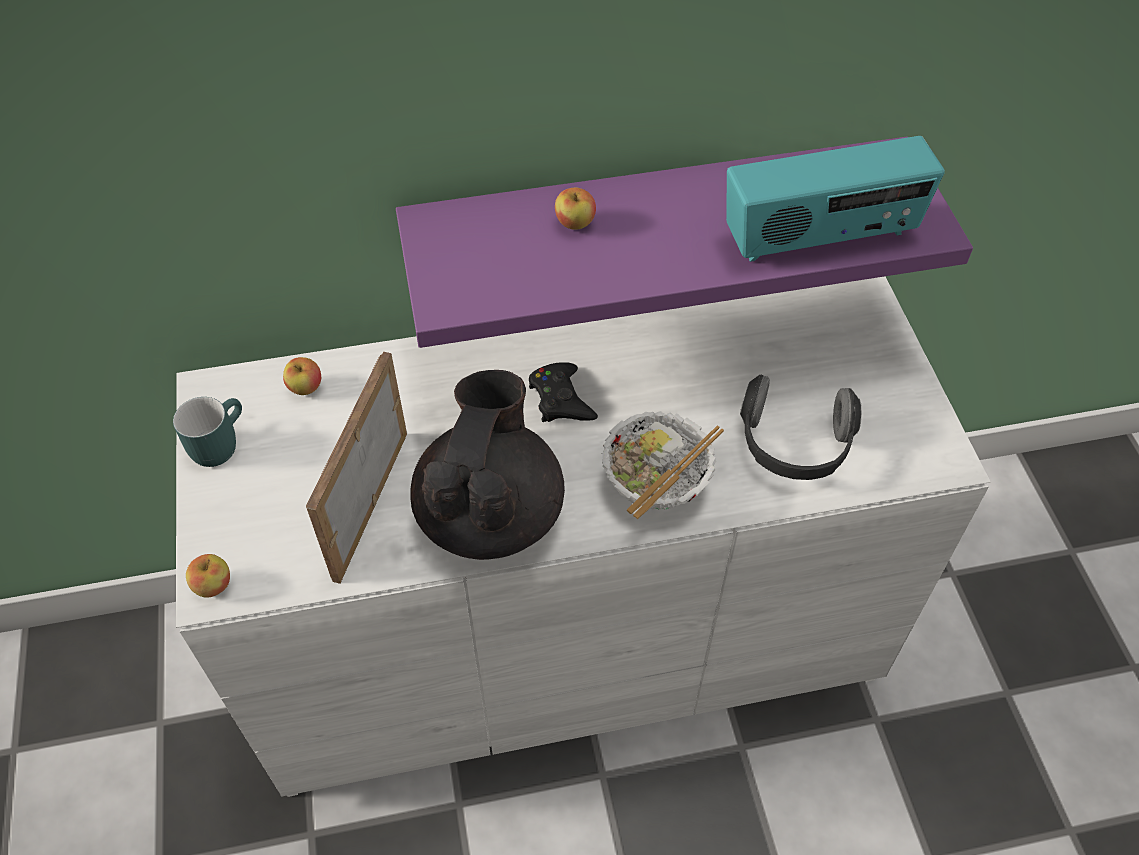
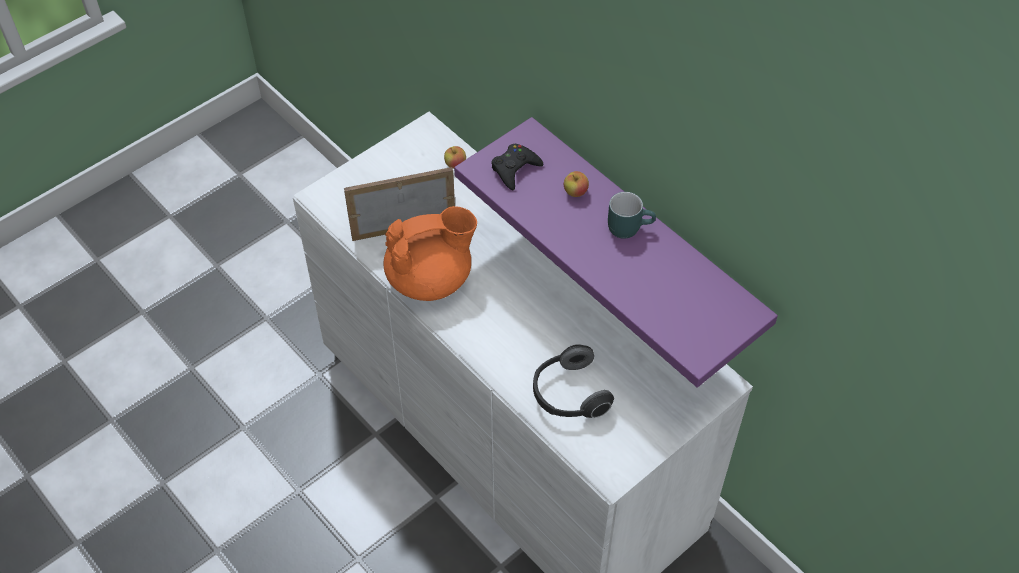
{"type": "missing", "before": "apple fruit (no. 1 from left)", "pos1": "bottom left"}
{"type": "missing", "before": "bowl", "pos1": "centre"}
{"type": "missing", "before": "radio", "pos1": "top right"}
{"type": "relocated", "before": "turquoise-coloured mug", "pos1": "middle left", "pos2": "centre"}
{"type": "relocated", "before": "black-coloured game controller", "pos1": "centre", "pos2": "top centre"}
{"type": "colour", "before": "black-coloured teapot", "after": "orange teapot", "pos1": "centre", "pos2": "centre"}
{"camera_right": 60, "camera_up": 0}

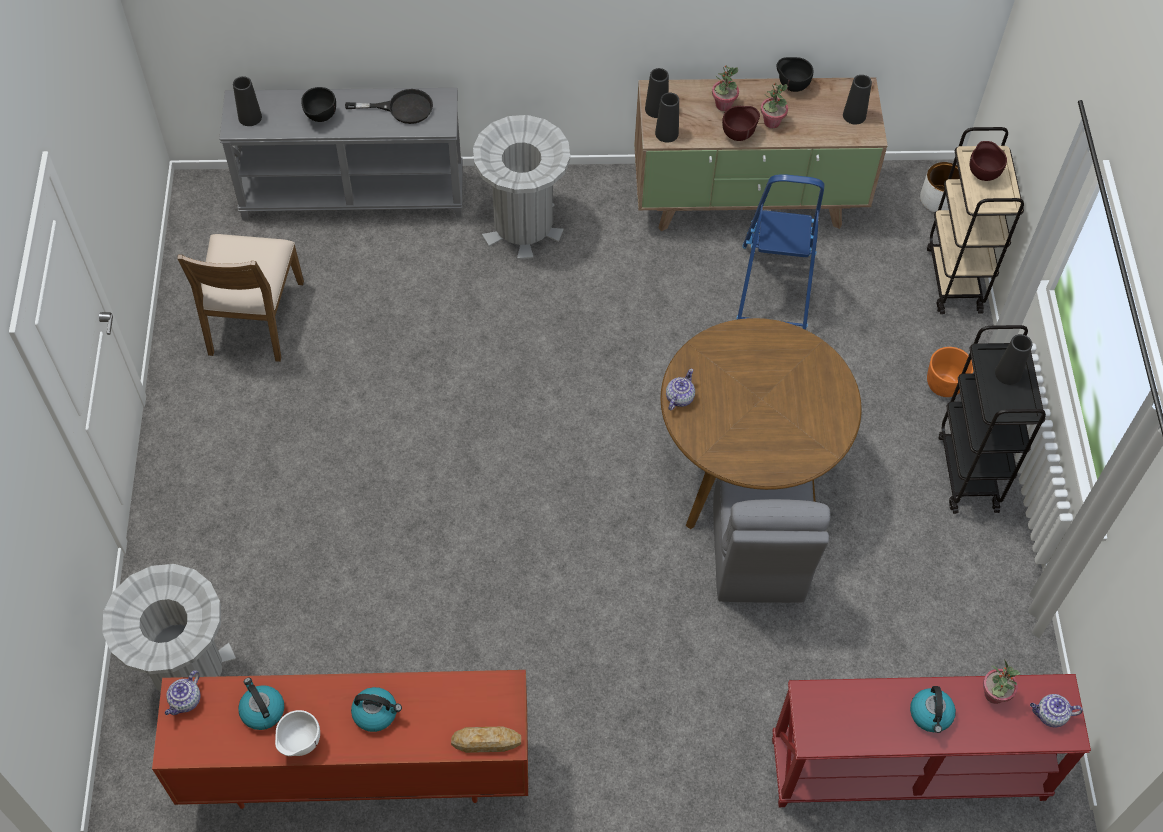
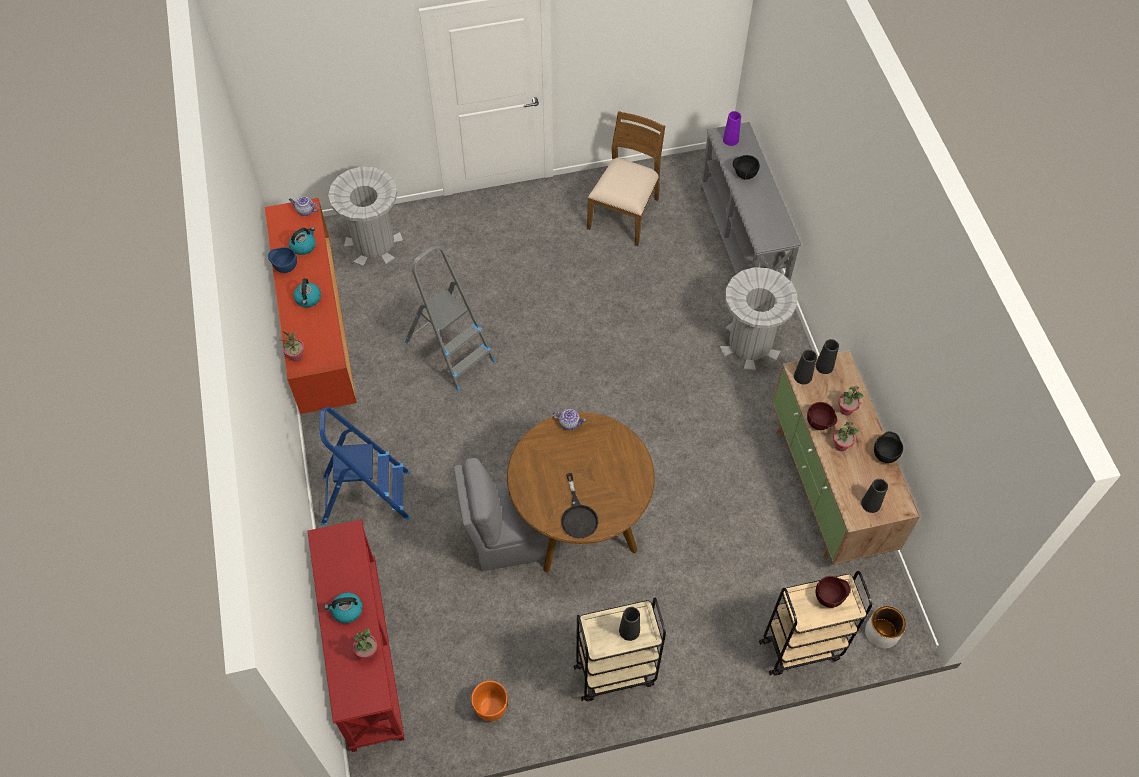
{"type": "missing", "before": "teapot (no. 3 from left)", "pos1": "bottom right"}
{"type": "appeared", "after": "greyish step ladder", "pos2": "centre"}
{"type": "relocated", "before": "black-coloured frying pan", "pos1": "top centre", "pos2": "centre"}
{"type": "relocated", "before": "blue step ladder", "pos1": "top right", "pos2": "middle left"}
{"type": "relocated", "before": "orange flower pot", "pos1": "middle right", "pos2": "bottom centre"}
{"type": "exchanged", "before": "bakery bread", "after": "houseplant (no. 1 from left)", "pos1": "bottom centre", "pos2": "middle left"}
{"type": "colour", "before": "black-coloured decorative vase (no. 1 from left)", "after": "purple decorative vase", "pos1": "top left", "pos2": "top centre"}
{"type": "colour", "before": "white-coloured bowl", "after": "blue bowl", "pos1": "bottom left", "pos2": "middle left"}
{"type": "colour", "before": "black-coloured trolley", "after": "beige trolley (no. 1 from left)", "pos1": "middle right", "pos2": "bottom centre"}
{"type": "spun", "before": "brown-coloured upright chair", "pos1": "middle left", "pos2": "top centre", "turn": 120}
{"camera_right": 80, "camera_up": 0}

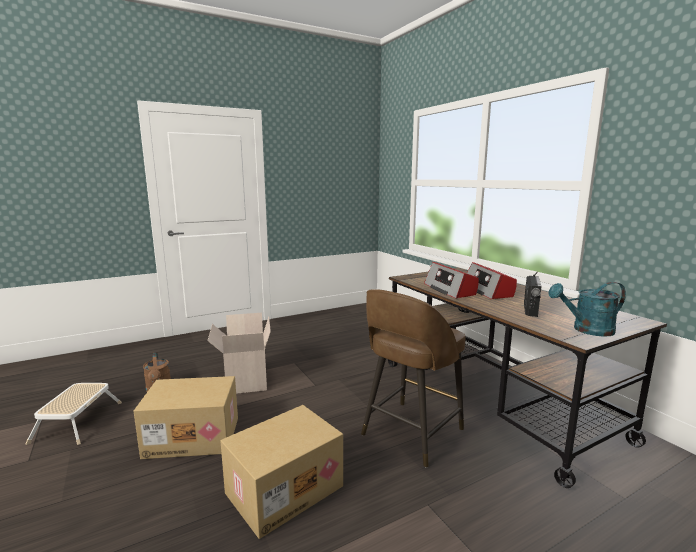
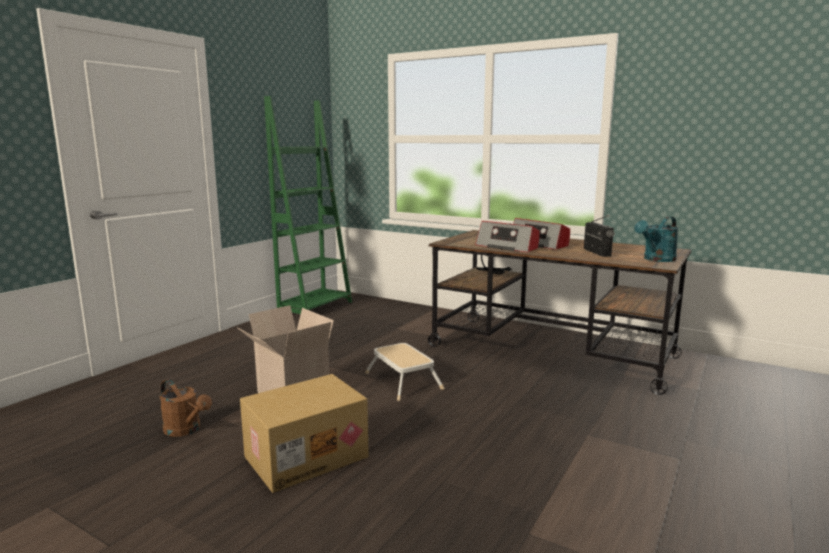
{"type": "missing", "before": "carton (no. 3 from left)", "pos1": "bottom centre"}
{"type": "missing", "before": "brown-coloured stool", "pos1": "bottom centre"}
{"type": "appeared", "after": "green bookshelf", "pos2": "centre"}
{"type": "relocated", "before": "beige step ladder", "pos1": "bottom left", "pos2": "bottom centre"}
{"camera_right": -30, "camera_up": 0}

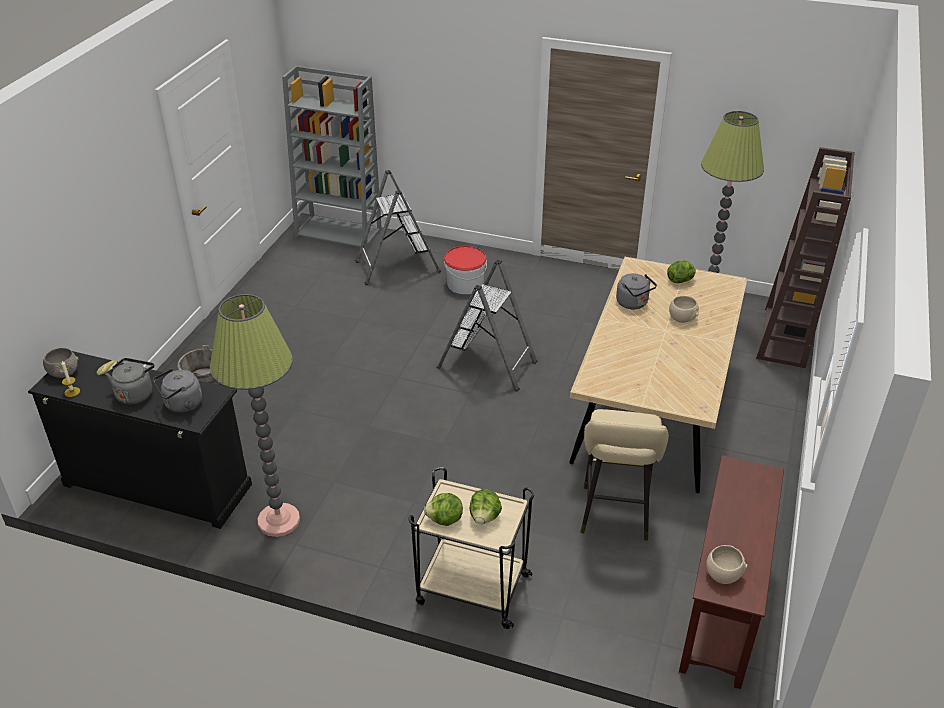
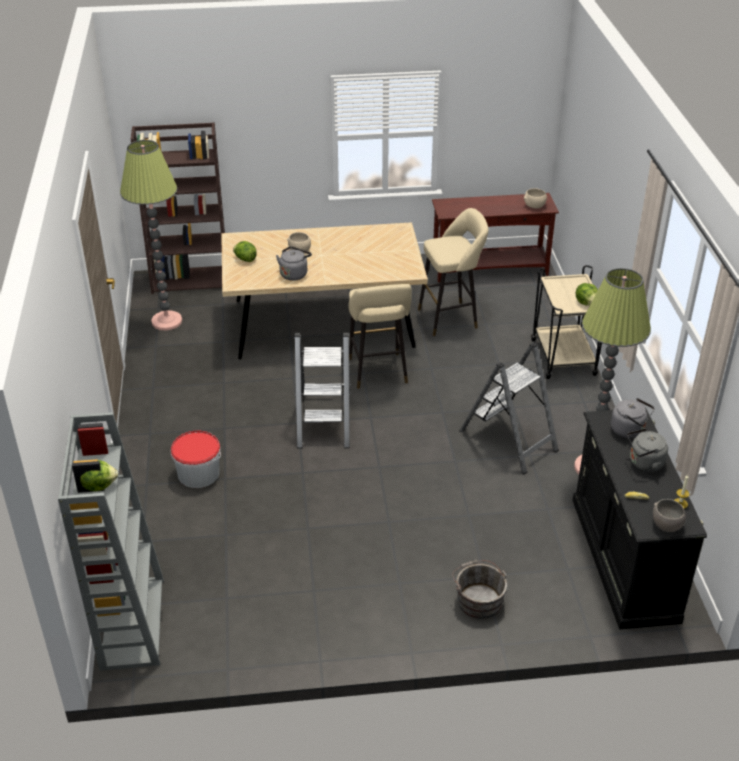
{"type": "appeared", "after": "beige stool (no. 1 from left)", "pos2": "centre"}
{"type": "relocated", "before": "greyish step ladder (no. 1 from left in the first image)", "after": "greyish step ladder (no. 2 from left)", "pos1": "top centre", "pos2": "middle right"}
{"type": "relocated", "before": "lettuce head (no. 2 from left in the first image)", "after": "lettuce head (no. 1 from left)", "pos1": "bottom centre", "pos2": "middle left"}
{"camera_right": -115, "camera_up": 0}

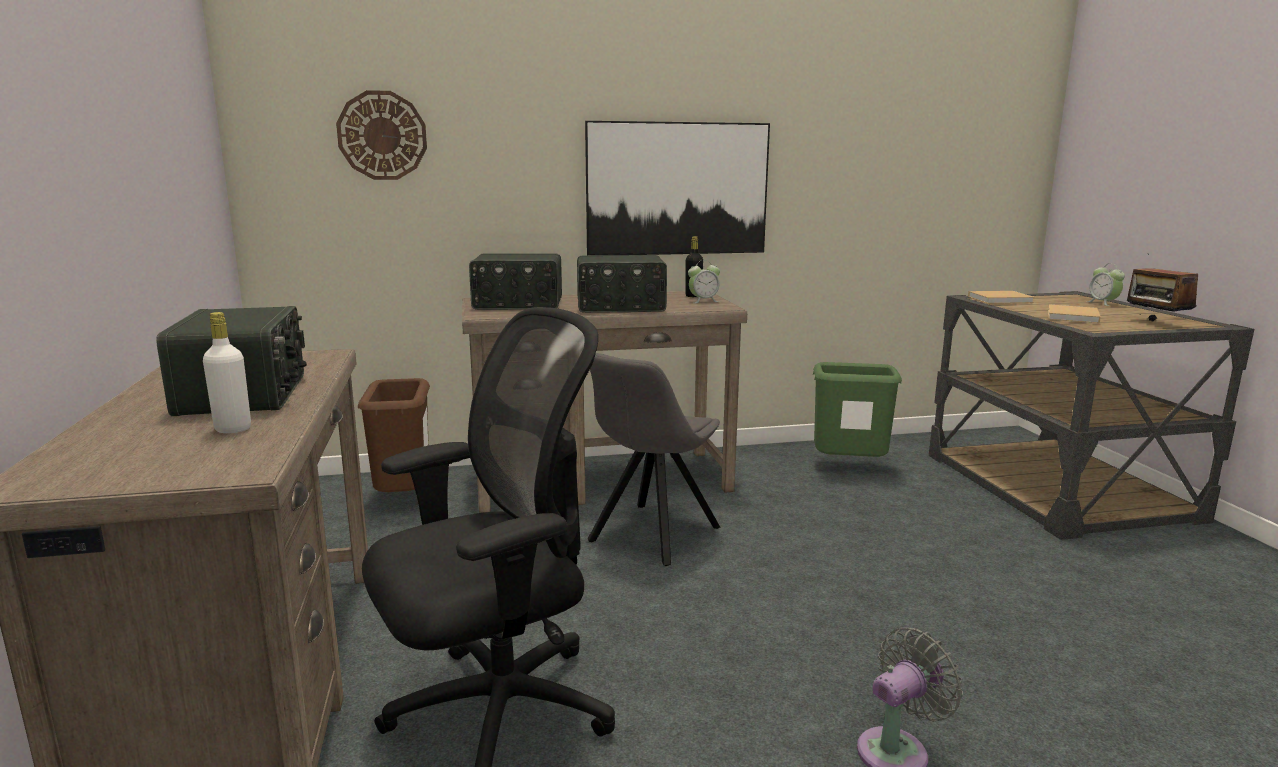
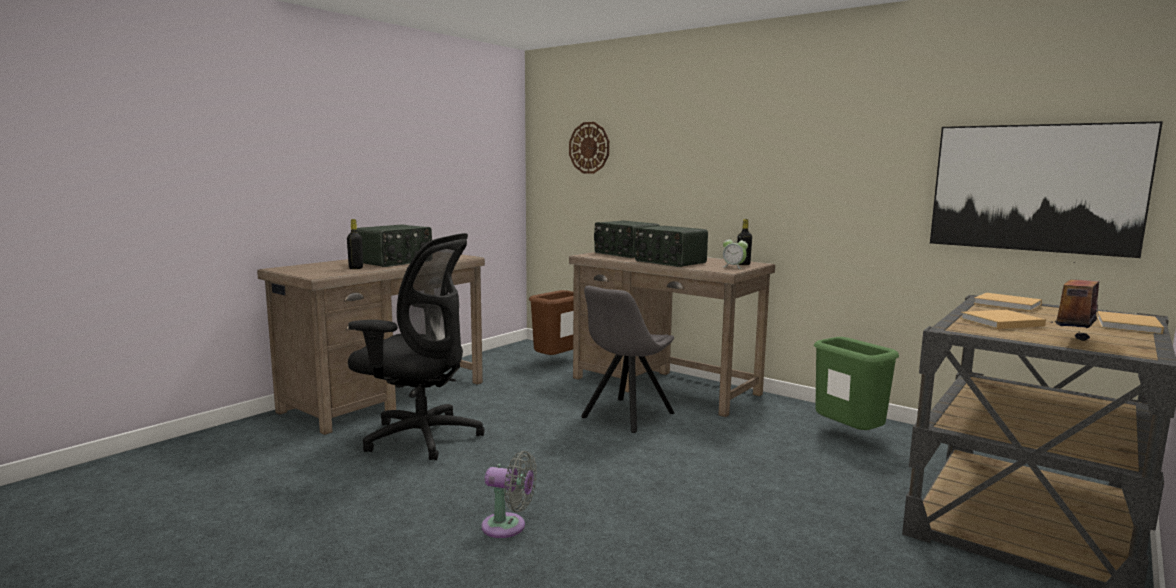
{"type": "relocated", "before": "picture", "pos1": "top centre", "pos2": "top right"}
{"type": "exchanged", "before": "table clock (no. 2 from left)", "after": "beige volume (no. 3 from left)", "pos1": "middle right", "pos2": "middle right"}
{"type": "colour", "before": "white-coloured beverage bottle", "after": "black-coloured beverage bottle (no. 1 from left)", "pos1": "middle left", "pos2": "middle left"}
{"type": "spun", "before": "greyish upright chair", "pos1": "centre", "pos2": "centre", "turn": -45}
{"camera_right": 50, "camera_up": -5}

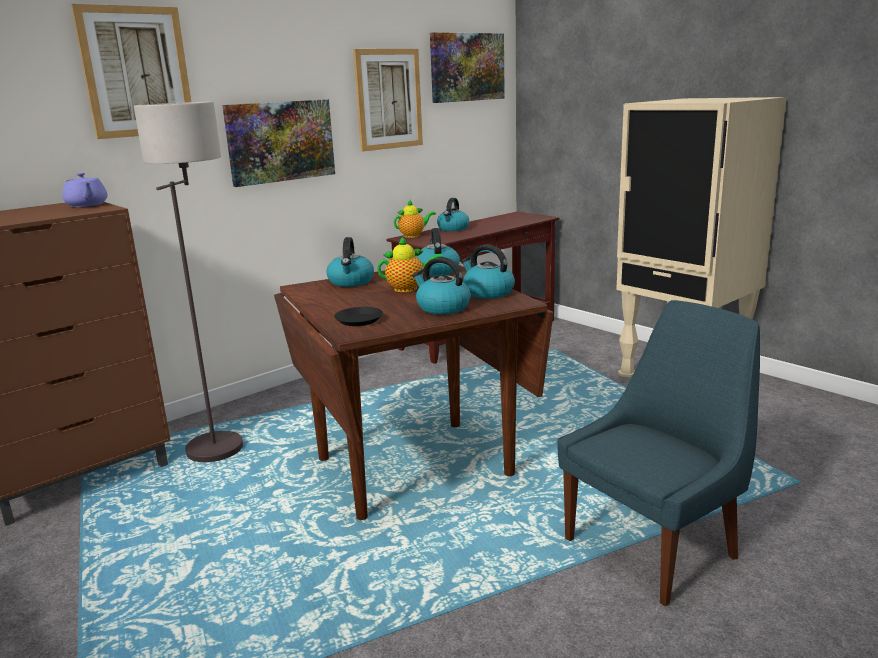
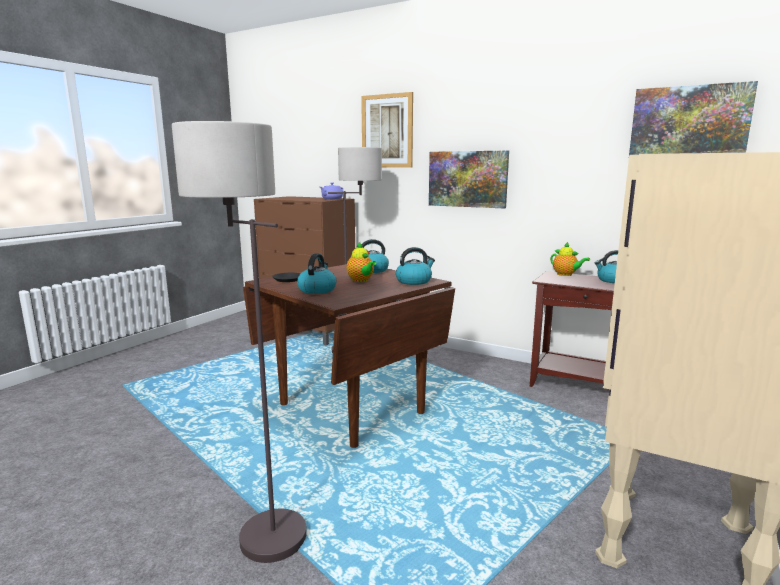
{"type": "missing", "before": "picture (no. 3 from left)", "pos1": "top centre"}
{"type": "missing", "before": "kettle (no. 5 from left)", "pos1": "centre"}
{"type": "exchanged", "before": "blue upright chair", "after": "greyish standard lamp (no. 1 from left)", "pos1": "bottom right", "pos2": "middle left"}
{"camera_right": 70, "camera_up": -5}

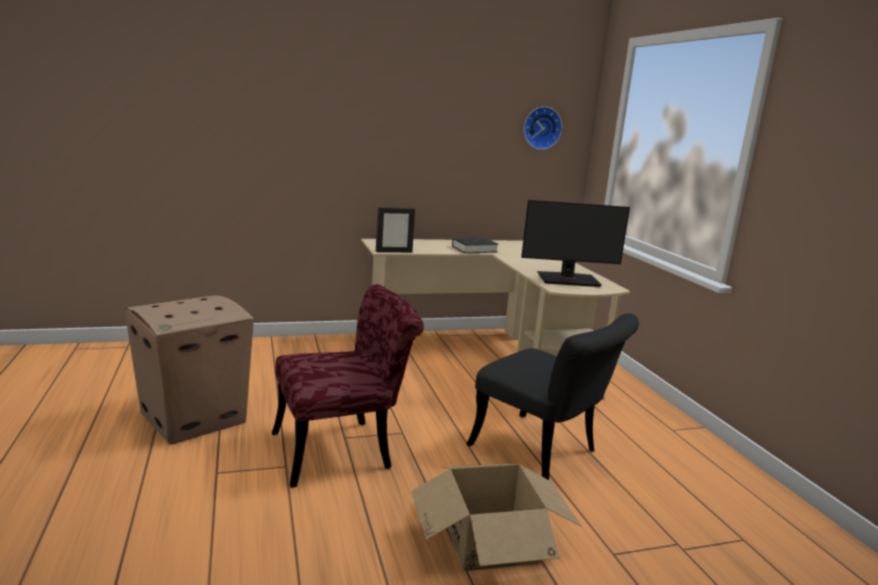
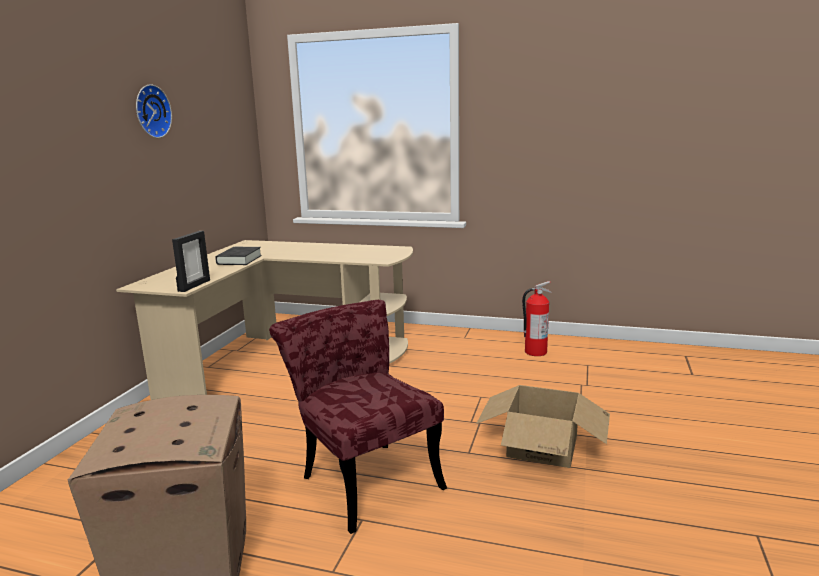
{"type": "missing", "before": "black-coloured upright chair", "pos1": "bottom centre"}
{"type": "missing", "before": "computer screen", "pos1": "centre"}
{"type": "appeared", "after": "extinguisher", "pos2": "centre"}
{"type": "relocated", "before": "hanging clock", "pos1": "top centre", "pos2": "top left"}
{"type": "spun", "before": "red upright chair", "pos1": "centre", "pos2": "bottom centre", "turn": -45}
{"camera_right": -55, "camera_up": 0}

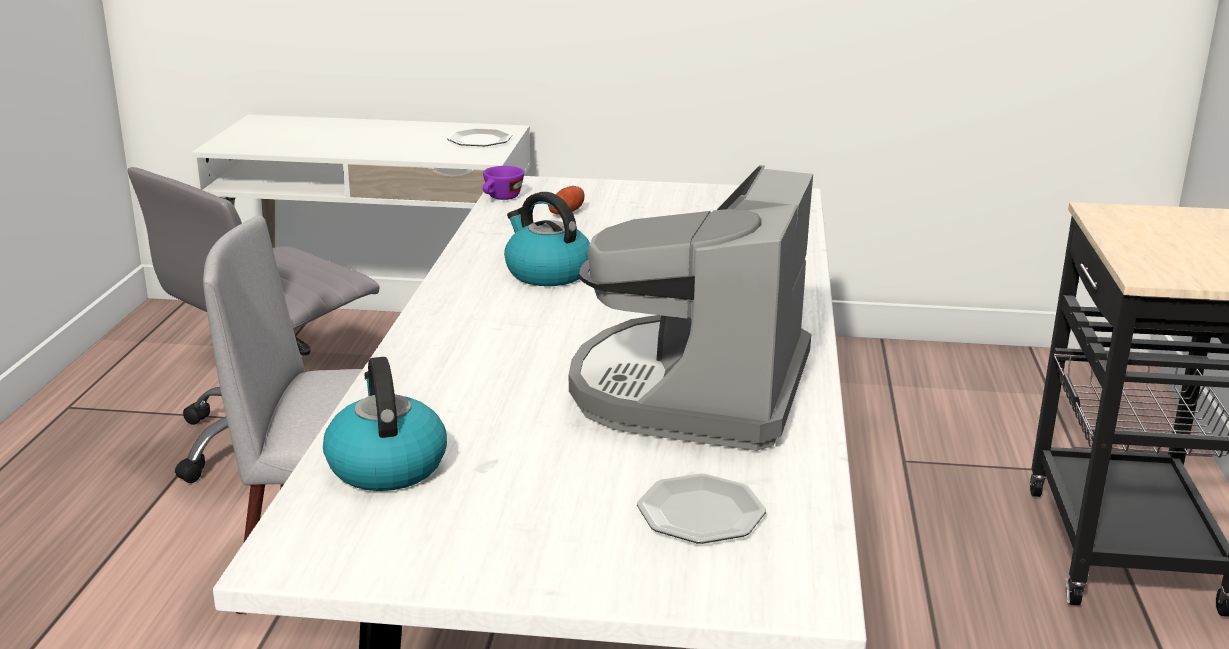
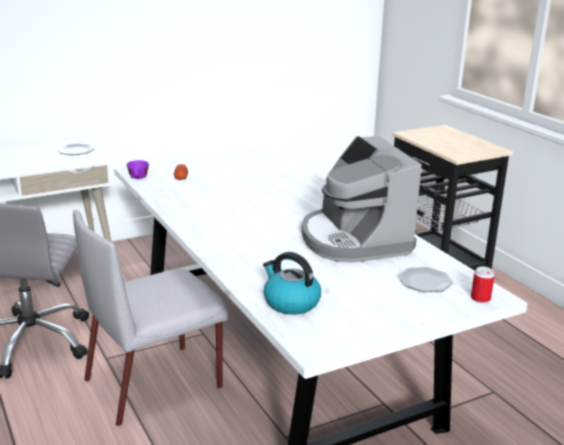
{"type": "missing", "before": "kettle (no. 2 from left)", "pos1": "centre"}
{"type": "appeared", "after": "sealed can", "pos2": "middle right"}
{"camera_right": -35, "camera_up": 0}

